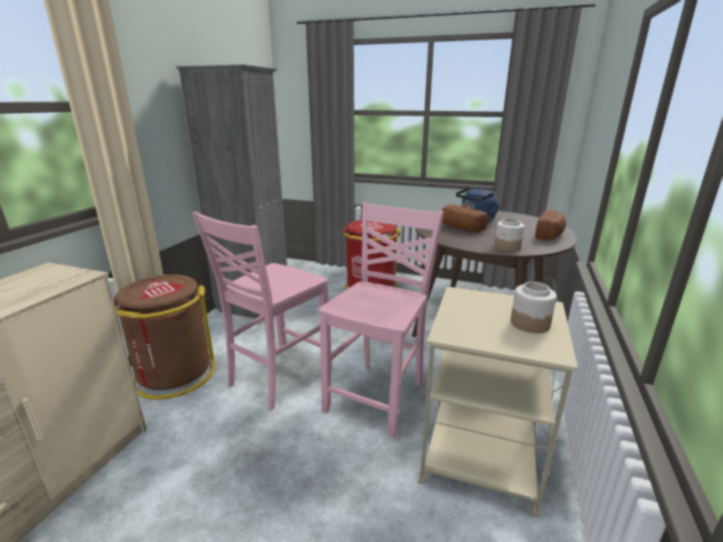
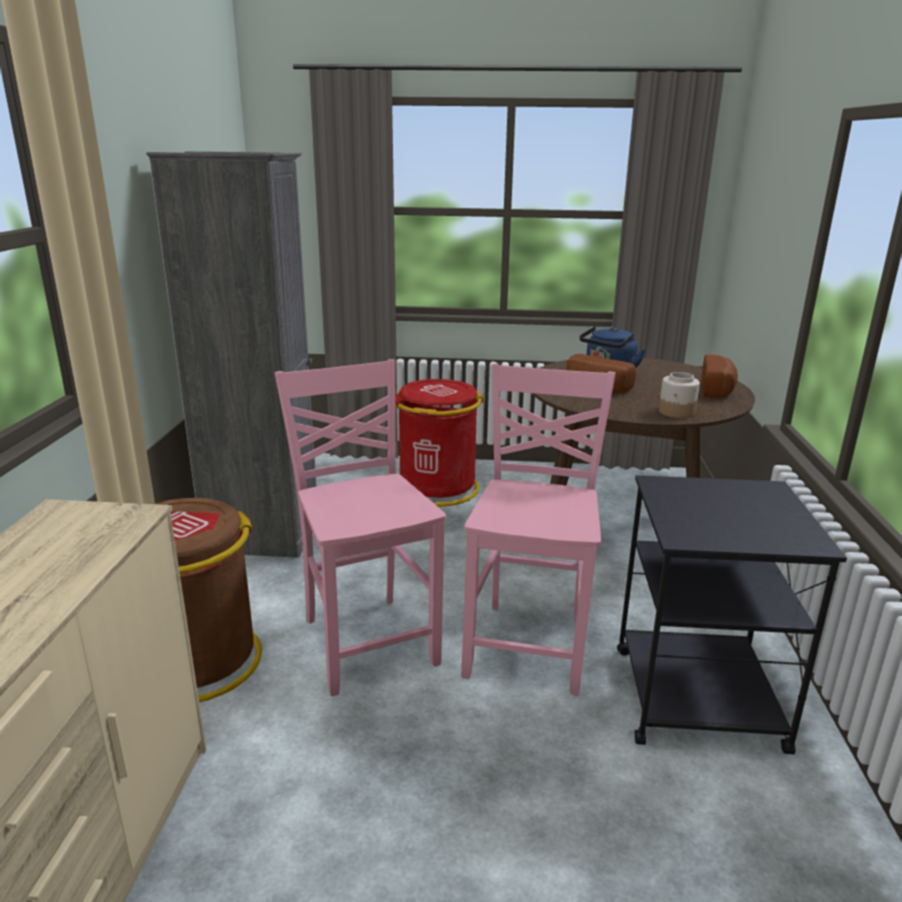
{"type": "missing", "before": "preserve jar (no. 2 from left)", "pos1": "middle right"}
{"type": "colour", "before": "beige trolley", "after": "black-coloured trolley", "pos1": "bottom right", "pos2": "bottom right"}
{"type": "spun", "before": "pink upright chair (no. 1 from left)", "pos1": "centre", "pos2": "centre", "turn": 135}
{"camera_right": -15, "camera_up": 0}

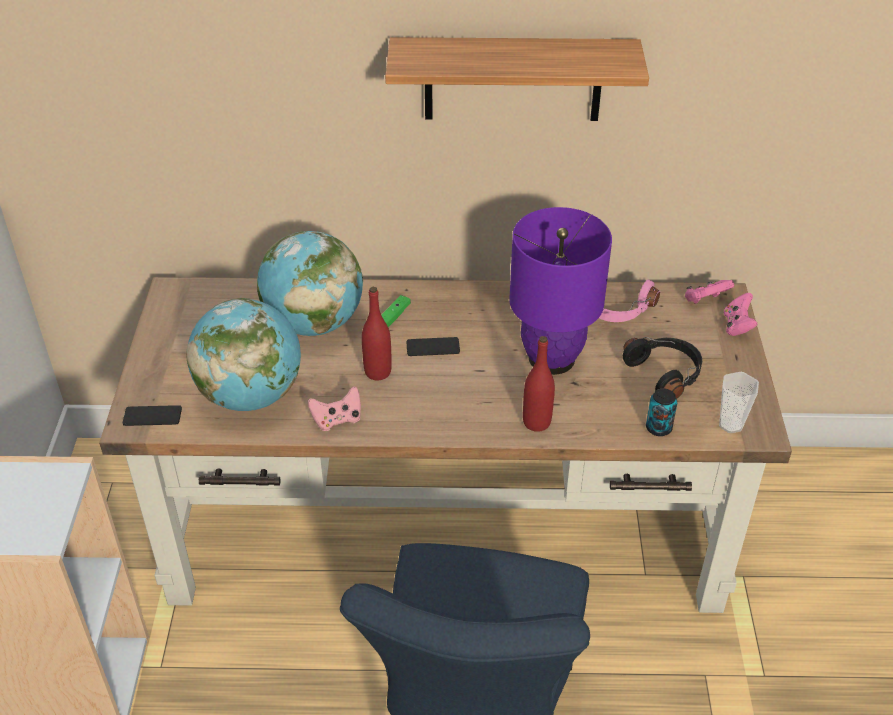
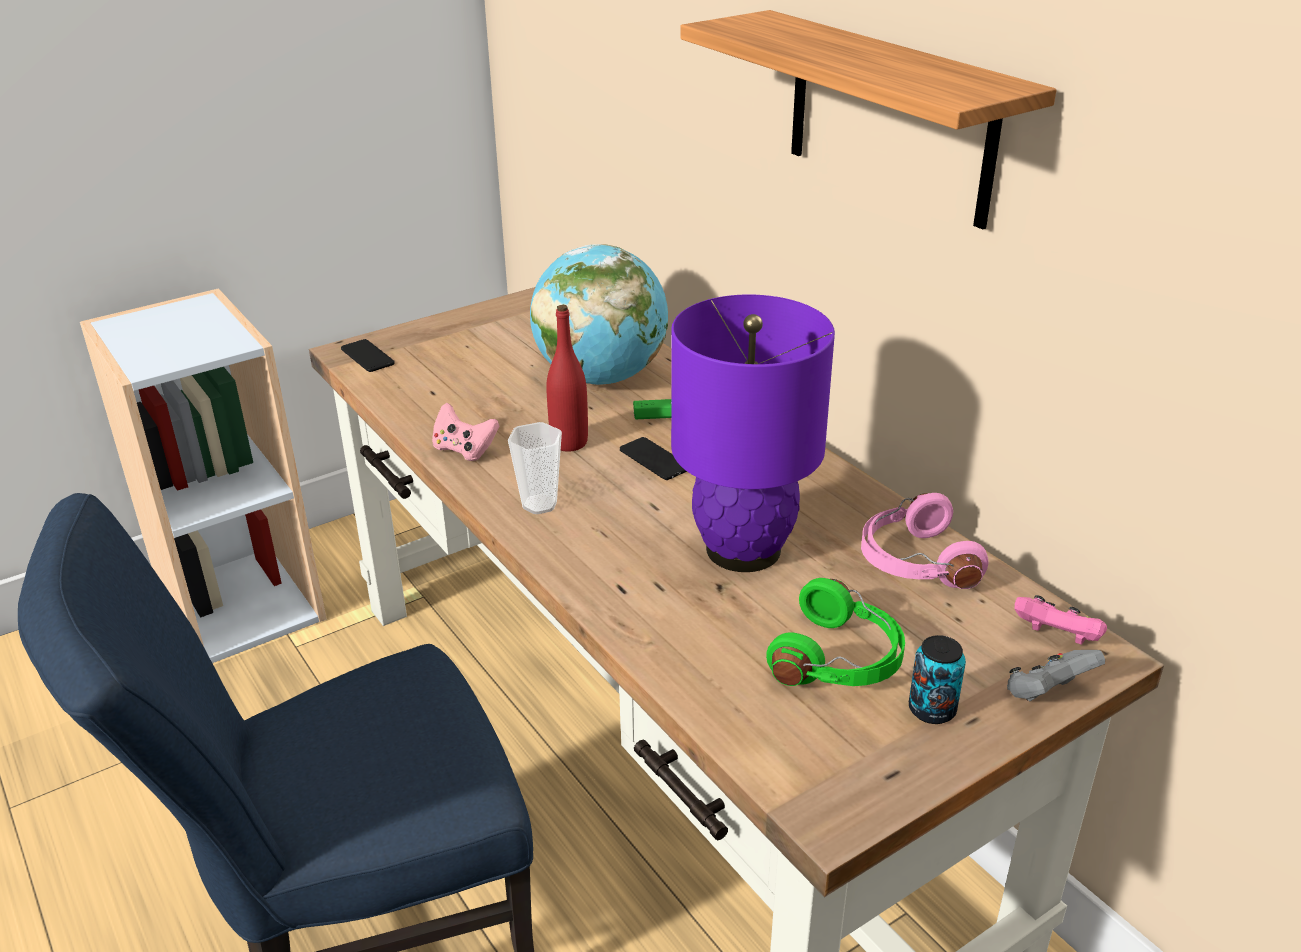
{"type": "missing", "before": "desk globe (no. 1 from left)", "pos1": "middle left"}
{"type": "missing", "before": "red beverage bottle (no. 2 from left)", "pos1": "centre"}
{"type": "relocated", "before": "sealed can", "pos1": "middle right", "pos2": "bottom right"}
{"type": "relocated", "before": "small cup", "pos1": "middle right", "pos2": "centre"}
{"type": "colour", "before": "black-coloured pair of headphones", "after": "green pair of headphones", "pos1": "middle right", "pos2": "centre"}
{"type": "colour", "before": "pink game controller (no. 3 from left)", "after": "greyish game controller", "pos1": "middle right", "pos2": "bottom right"}
{"camera_right": 55, "camera_up": -10}

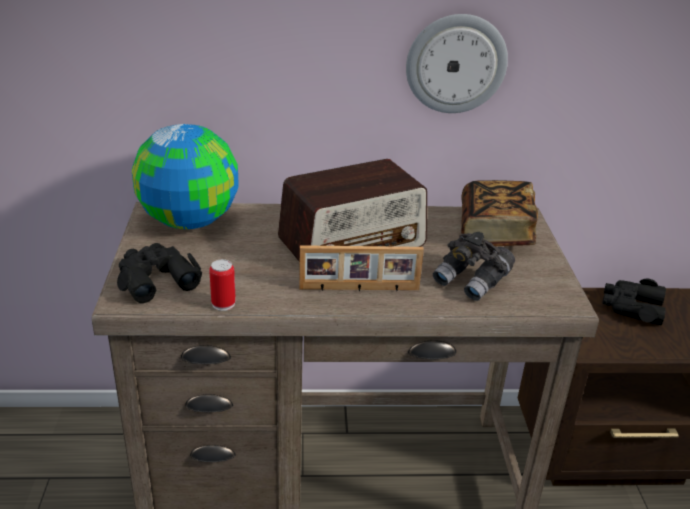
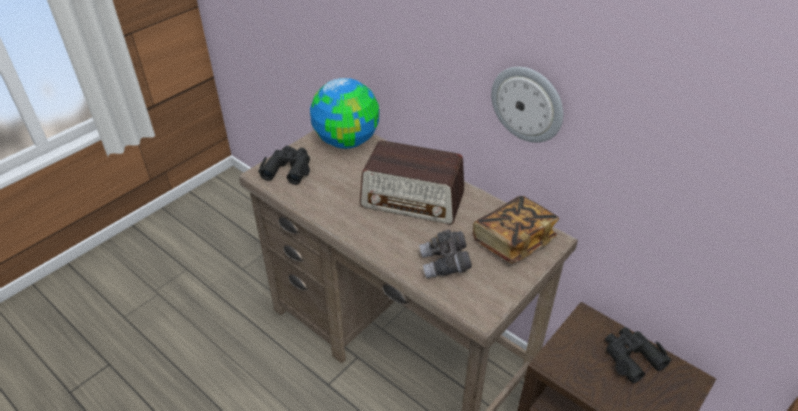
{"type": "missing", "before": "sealed can", "pos1": "middle left"}
{"type": "missing", "before": "picture frame", "pos1": "centre"}
{"camera_right": 45, "camera_up": 10}

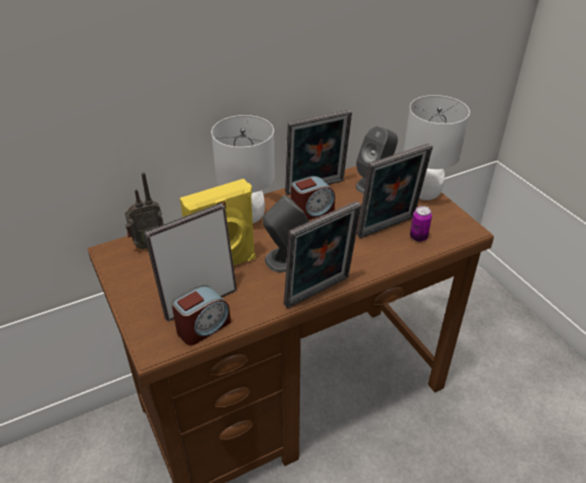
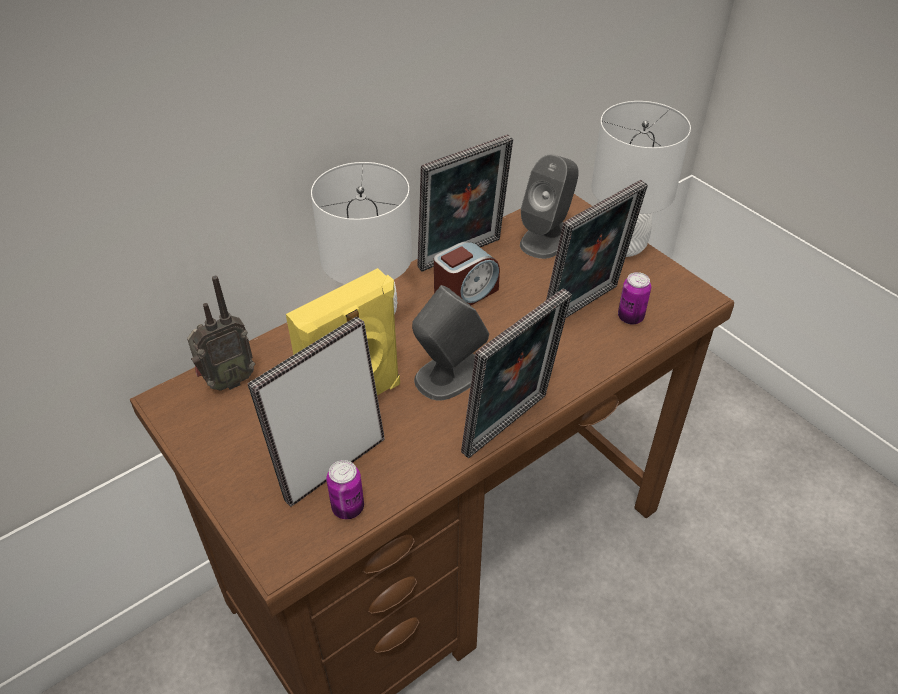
{"type": "exchanged", "before": "table clock (no. 1 from left)", "after": "sealed can (no. 1 from left)", "pos1": "centre", "pos2": "bottom centre"}
{"camera_right": -10, "camera_up": 5}

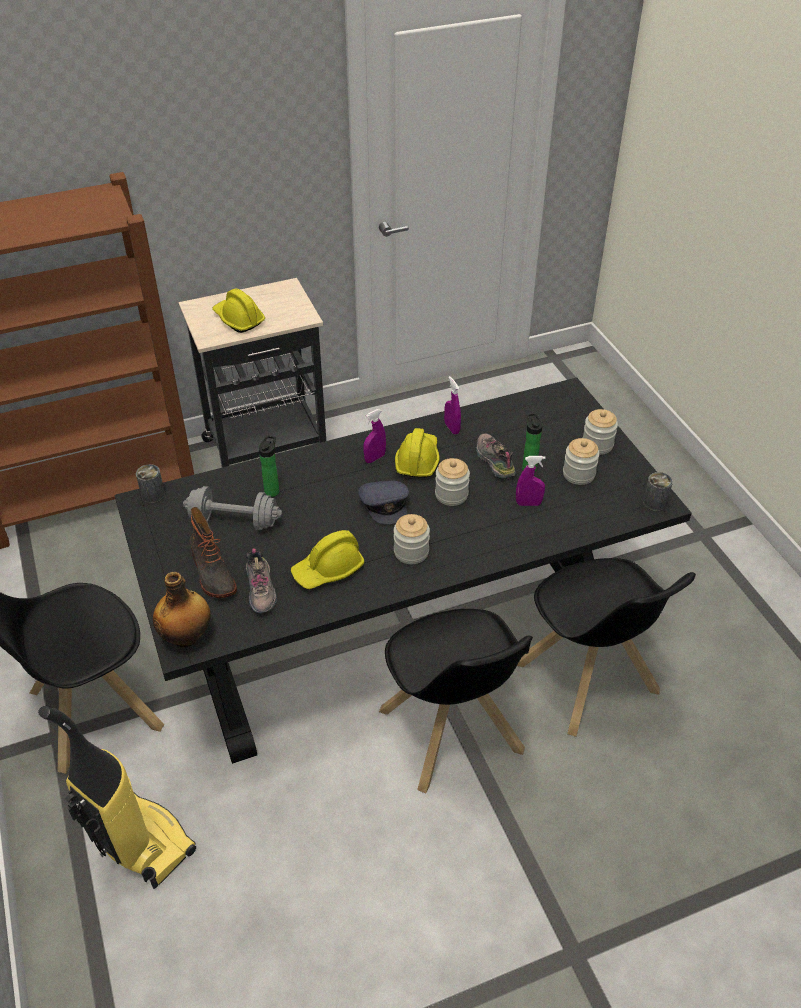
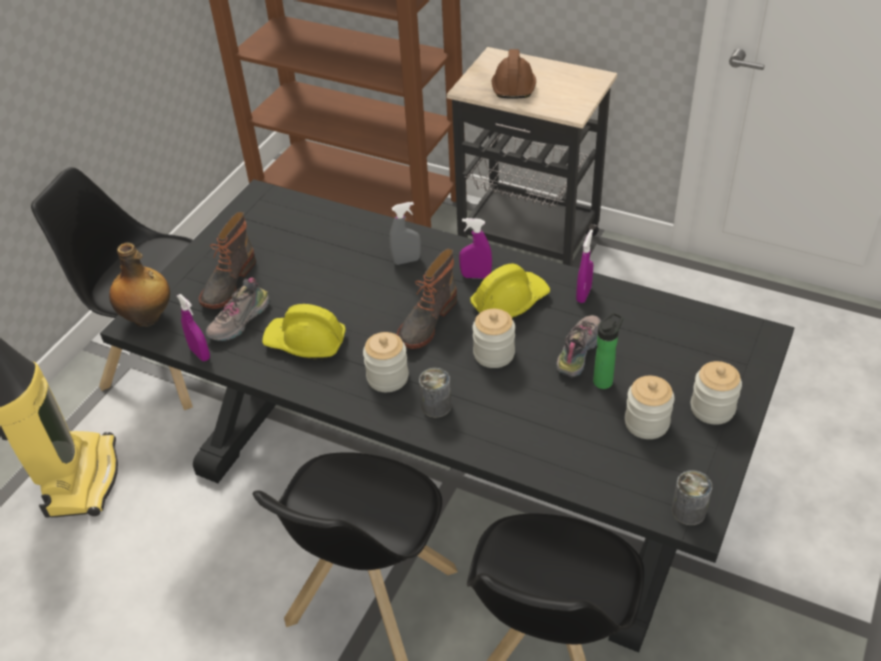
{"type": "missing", "before": "greyish free weight", "pos1": "middle left"}
{"type": "missing", "before": "beverage bottle (no. 2 from left)", "pos1": "centre"}
{"type": "appeared", "after": "greyish sprayer", "pos2": "centre"}
{"type": "relocated", "before": "sealed can (no. 1 from left)", "pos1": "middle left", "pos2": "centre"}
{"type": "relocated", "before": "purple sprayer (no. 3 from left in the first image)", "after": "purple sprayer (no. 1 from left)", "pos1": "centre", "pos2": "middle left"}
{"type": "exchanged", "before": "greyish cap", "after": "boot (no. 2 from left)", "pos1": "centre", "pos2": "centre"}
{"type": "colour", "before": "yellow-coloured hard hat (no. 1 from left)", "after": "brown-coloured hard hat", "pos1": "top left", "pos2": "top centre"}
{"camera_right": 50, "camera_up": 0}

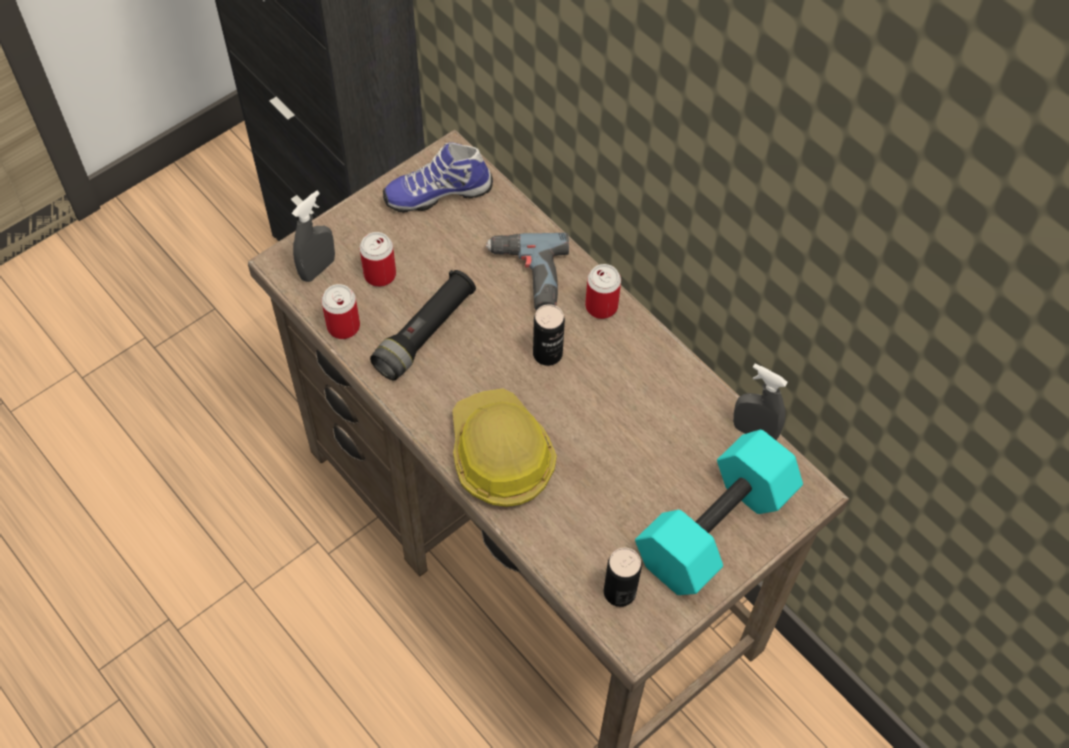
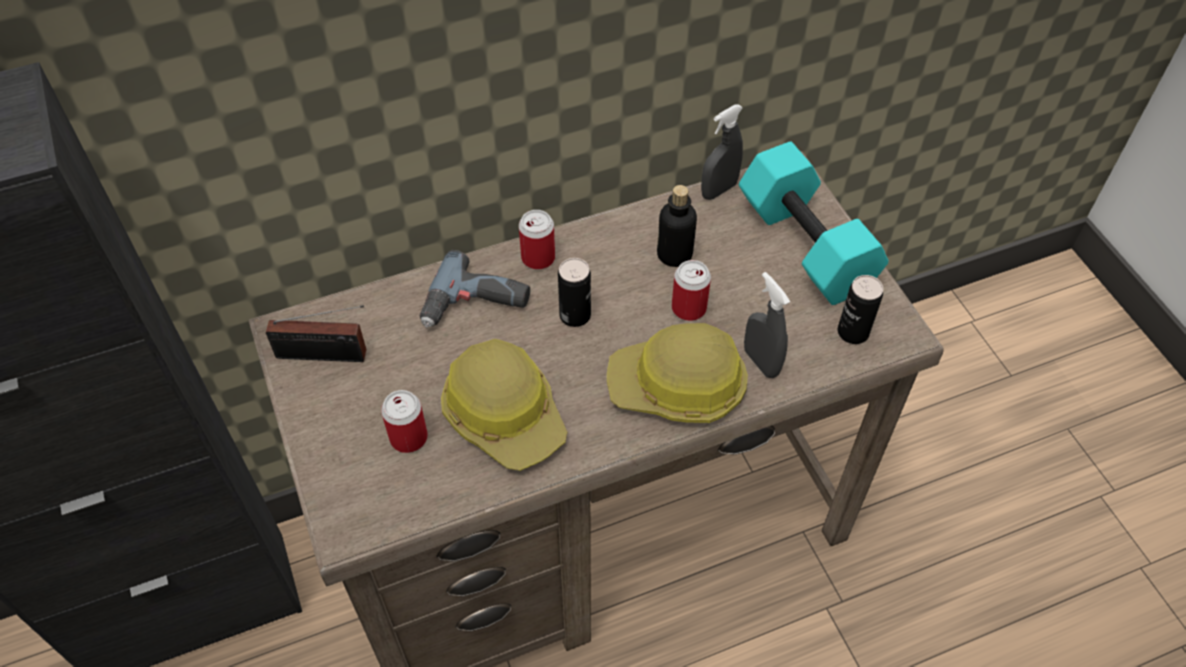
{"type": "appeared", "after": "beverage bottle", "pos2": "centre"}
{"type": "relocated", "before": "greyish sprayer (no. 1 from left in the first image)", "after": "greyish sprayer (no. 2 from left)", "pos1": "top left", "pos2": "centre"}
{"type": "relocated", "before": "sealed can (no. 1 from left in the first image)", "after": "sealed can (no. 4 from left)", "pos1": "middle left", "pos2": "centre"}
{"type": "exchanged", "before": "black-coloured hand torch", "after": "hard hat (no. 1 from left)", "pos1": "centre", "pos2": "centre"}
{"type": "exchanged", "before": "low shoe", "after": "radio", "pos1": "top centre", "pos2": "middle left"}
{"camera_right": -70, "camera_up": -5}

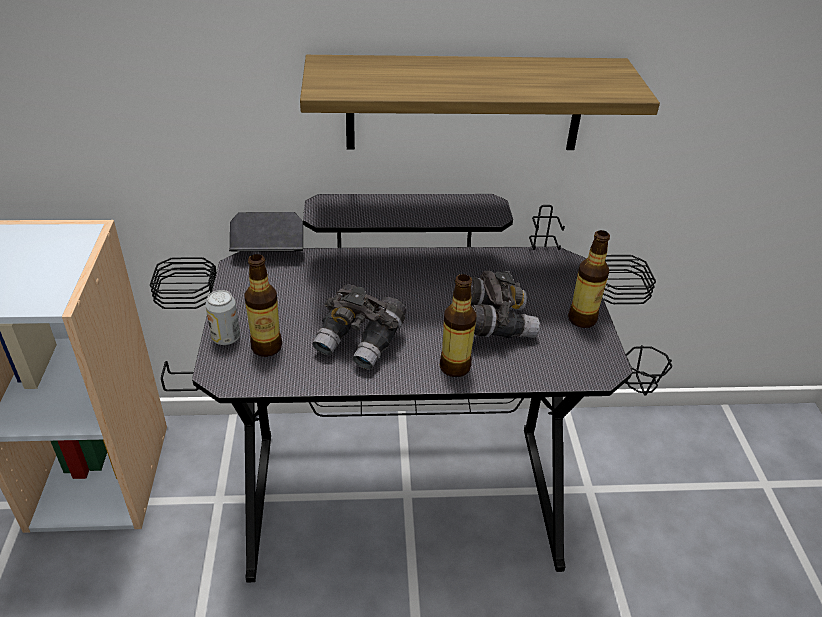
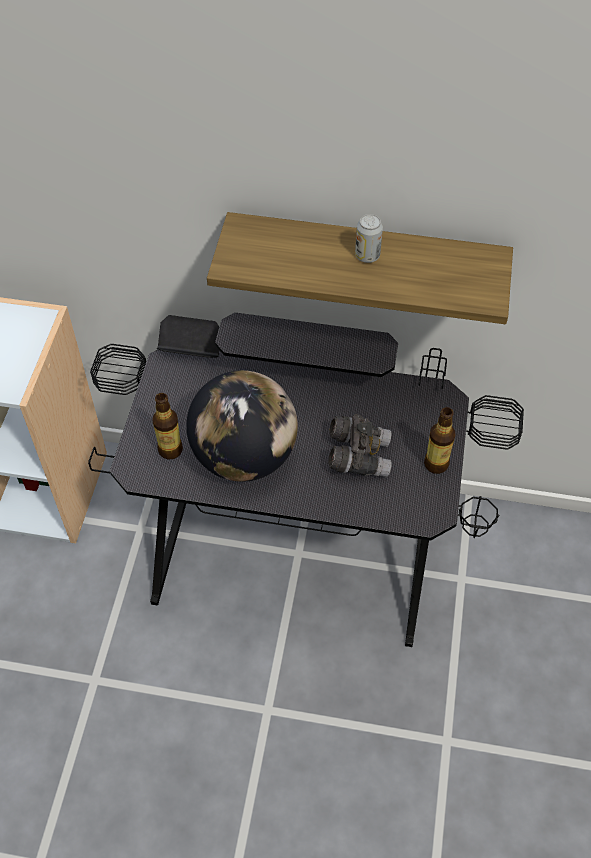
{"type": "missing", "before": "beverage bottle (no. 2 from left)", "pos1": "centre"}
{"type": "relocated", "before": "sealed can", "pos1": "middle left", "pos2": "top centre"}
{"type": "exchanged", "before": "greyish field glasses (no. 1 from left)", "after": "desk globe", "pos1": "centre", "pos2": "centre"}
{"camera_right": 15, "camera_up": 15}

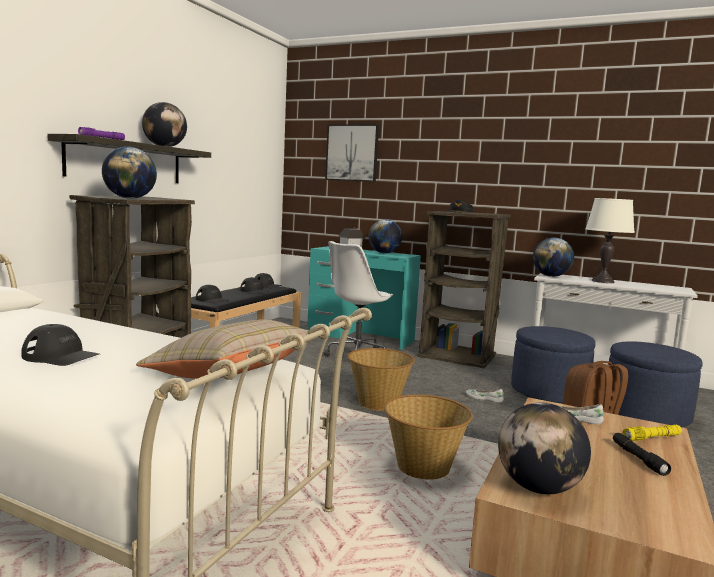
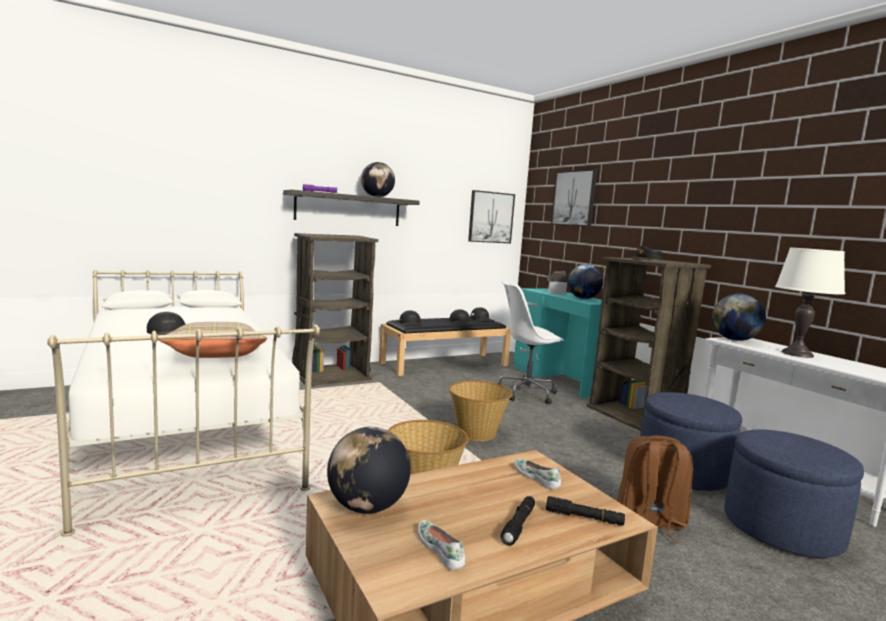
{"type": "missing", "before": "desk globe (no. 1 from left)", "pos1": "top left"}
{"type": "appeared", "after": "picture (no. 1 from left)", "pos2": "centre"}
{"type": "relocated", "before": "white-coloured low shoe (no. 1 from left)", "pos1": "bottom right", "pos2": "bottom centre"}
{"type": "colour", "before": "yellow-coloured hand torch", "after": "black-coloured hand torch (no. 2 from left)", "pos1": "bottom right", "pos2": "bottom centre"}
{"camera_right": 35, "camera_up": 0}

